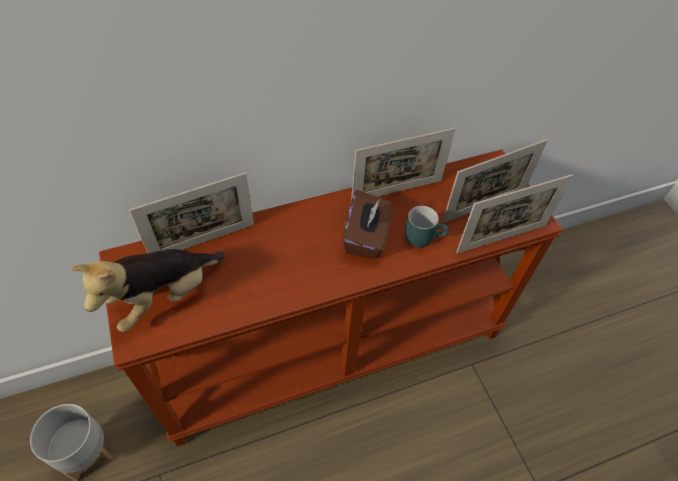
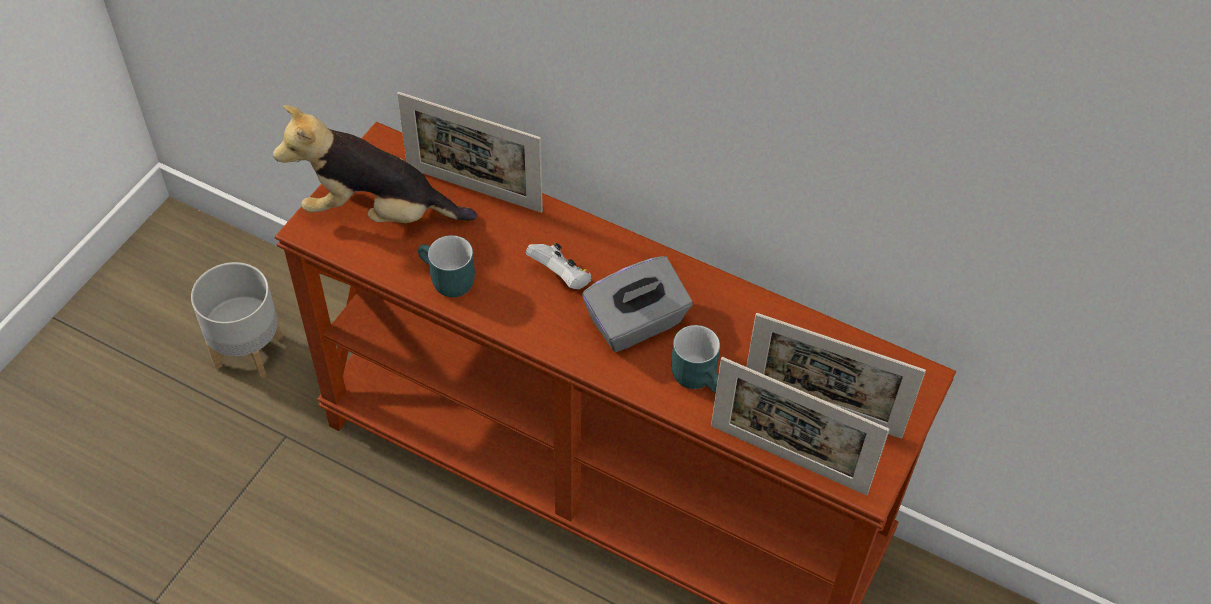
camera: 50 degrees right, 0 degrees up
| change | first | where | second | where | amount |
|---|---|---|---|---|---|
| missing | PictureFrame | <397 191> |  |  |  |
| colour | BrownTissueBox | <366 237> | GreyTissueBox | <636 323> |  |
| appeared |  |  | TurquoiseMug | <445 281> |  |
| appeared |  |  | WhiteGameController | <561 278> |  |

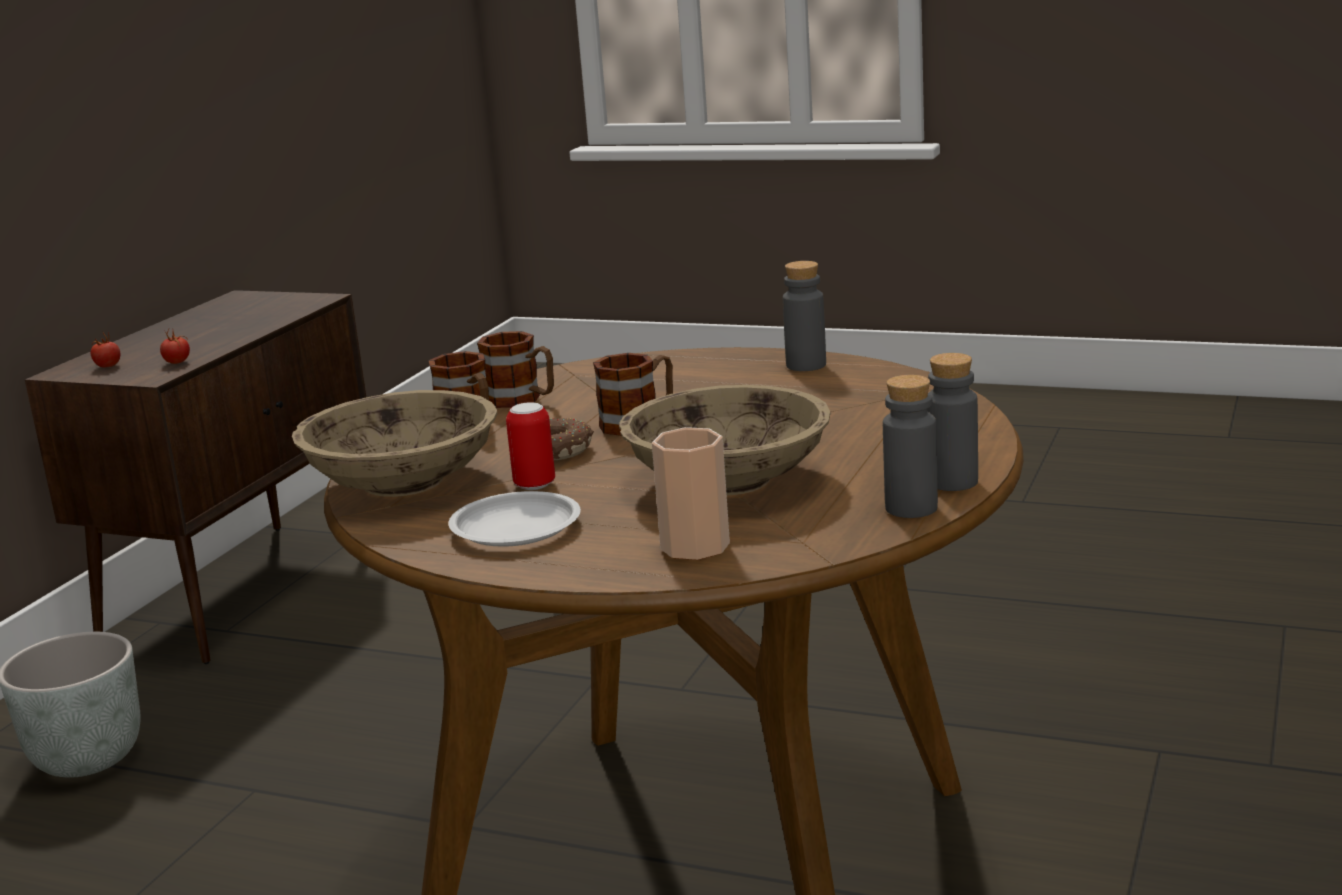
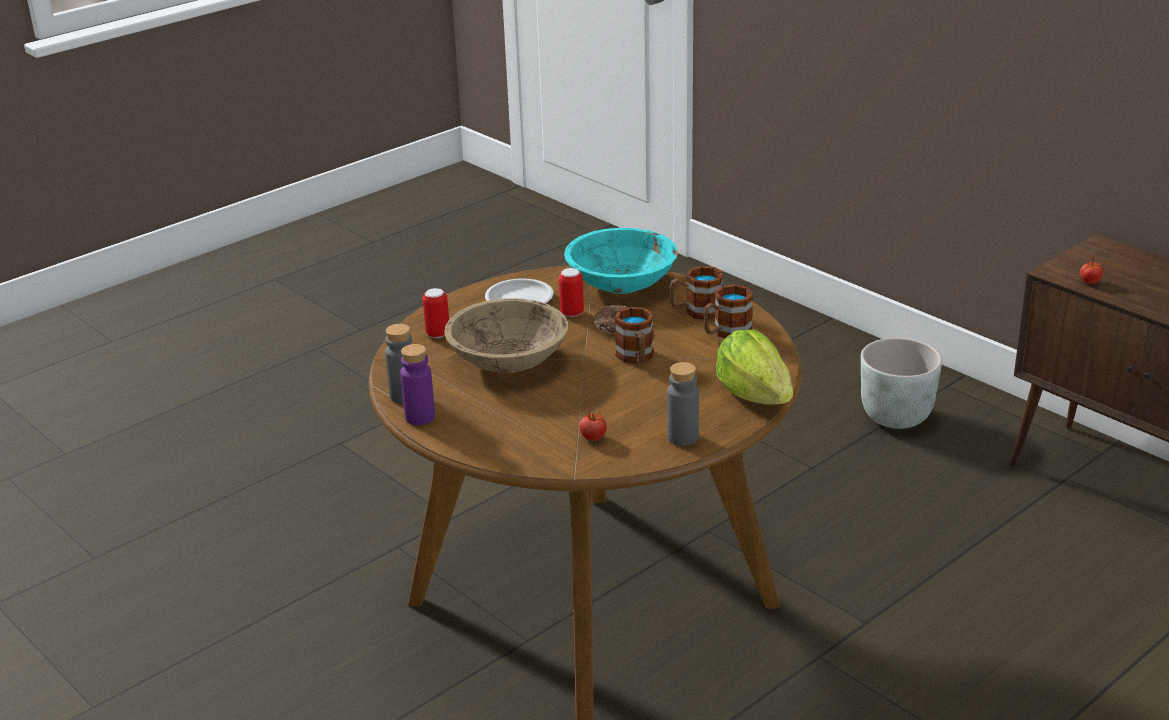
camera: 115 degrees right, 10 degrees up
| change | first | where | second | where | amount |
|---|---|---|---|---|---|
| relocated | Tomato | <108 366> |  | <593 438> |  |
| colour | GreyBottle | <952 482> | PurpleBottle | <420 417> |  |
| colour | BeigeBowl | <403 481> | TurquoiseBowl | <622 283> |  |
| exchanged | Cup | <695 546> | Can | <438 334> |  |
| appeared |  |  | Lettuce | <755 395> |  |

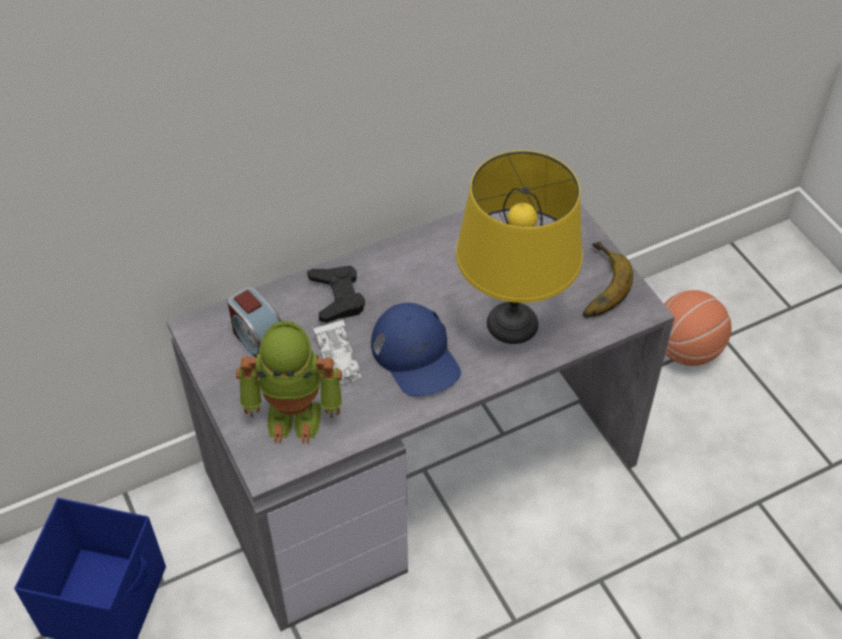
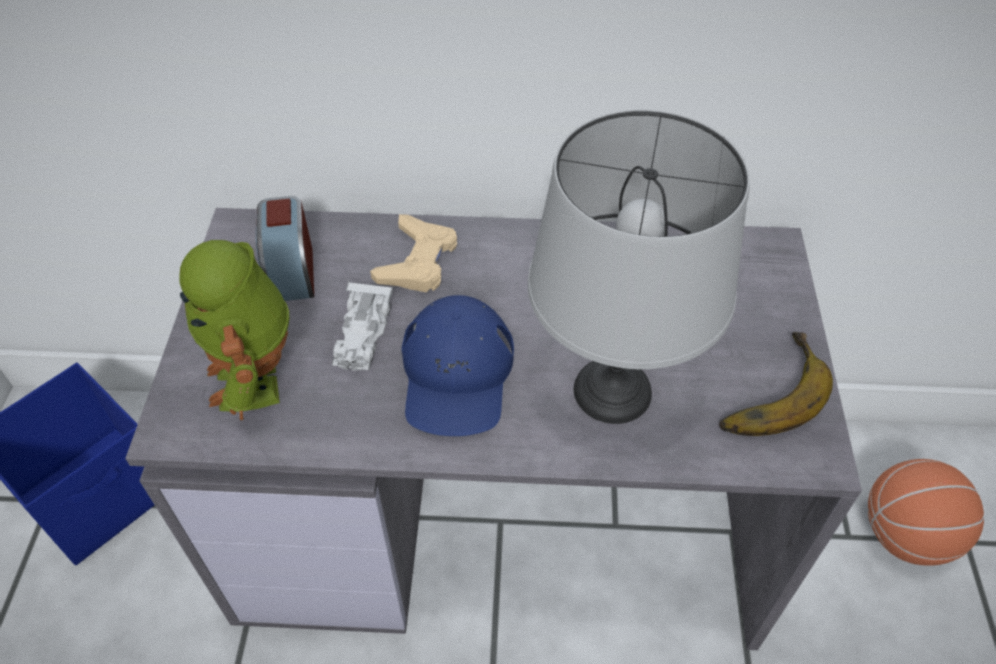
camera: 30 degrees right, 0 degrees up
| change | first | where | second | where | amount |
|---|---|---|---|---|---|
| colour | YellowTableLamp | <513 323> | GreyTableLamp | <614 391> |  |
| colour | BlackGameController | <337 297> | BeigeGameController | <418 261> |  |
| spun | ToyRobot | <295 414> |  | <257 379> | 45 degrees clockwise |

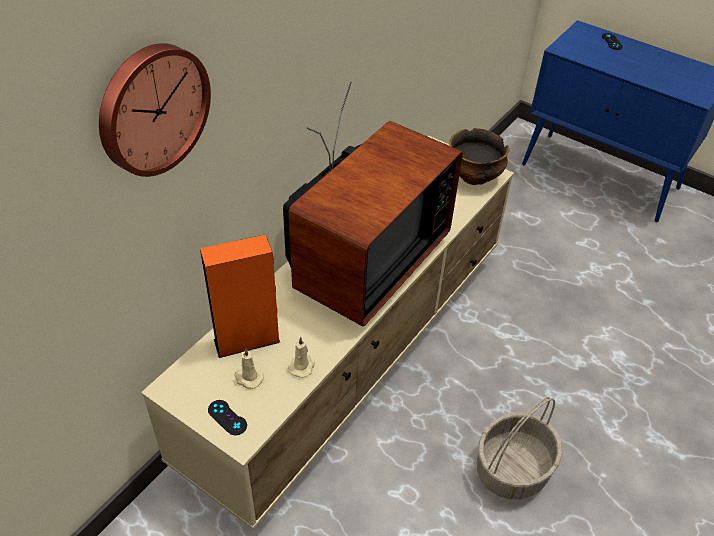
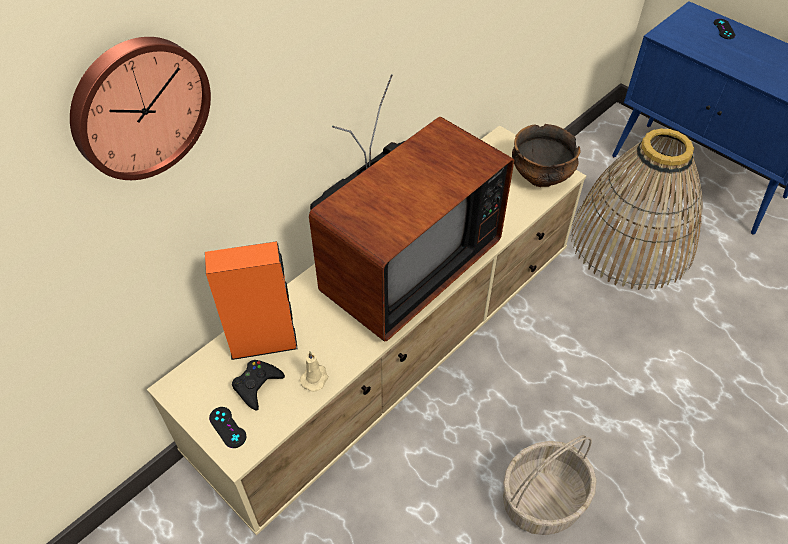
camera: 10 degrees right, 5 degrees up
| change | first | where | second | where | amount |
|---|---|---|---|---|---|
| exchanged | BeigeCandle | <248 378> | BlackGameController | <257 385> |  |
| appeared |  |  | Basket | <631 241> |  |

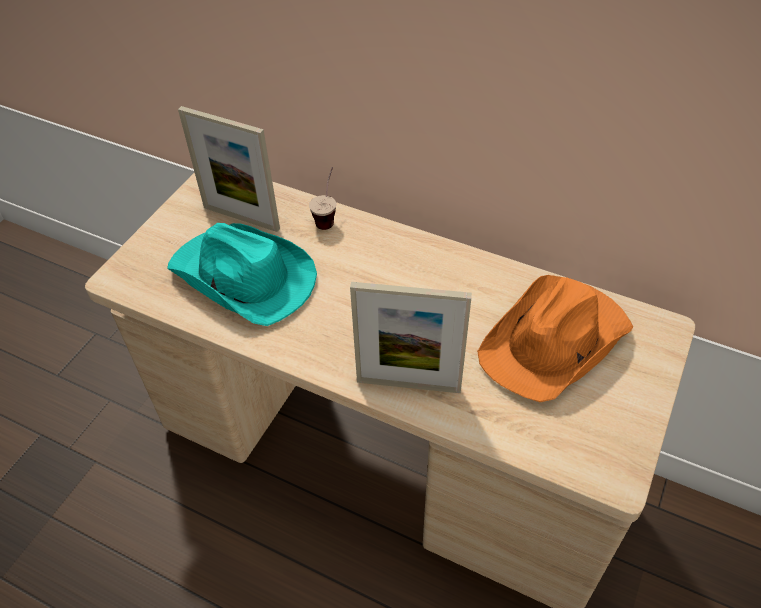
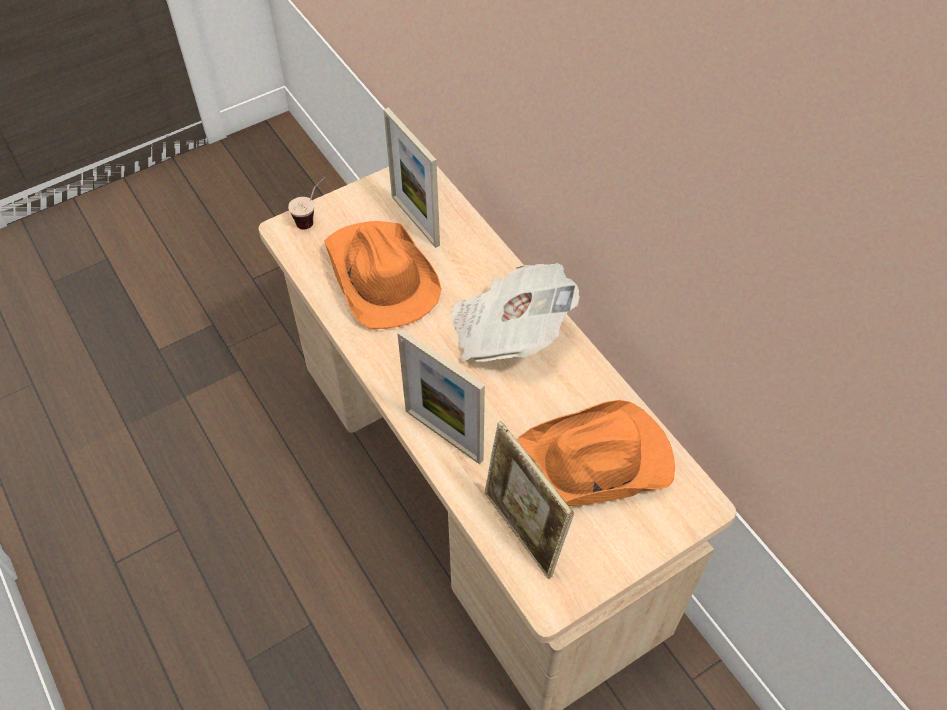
camera: 30 degrees right, 5 degrees up
| change | first | where | second | where | amount |
|---|---|---|---|---|---|
| relocated | Cup | <328 216> |  | <313 218> |  |
| colour | TurquoiseHat | <243 278> | OrangeHat | <380 277> |  |
| appeared |  |  | Newspaper | <508 332> |  |
| appeared |  |  | PictureFrame | <522 532> |  |

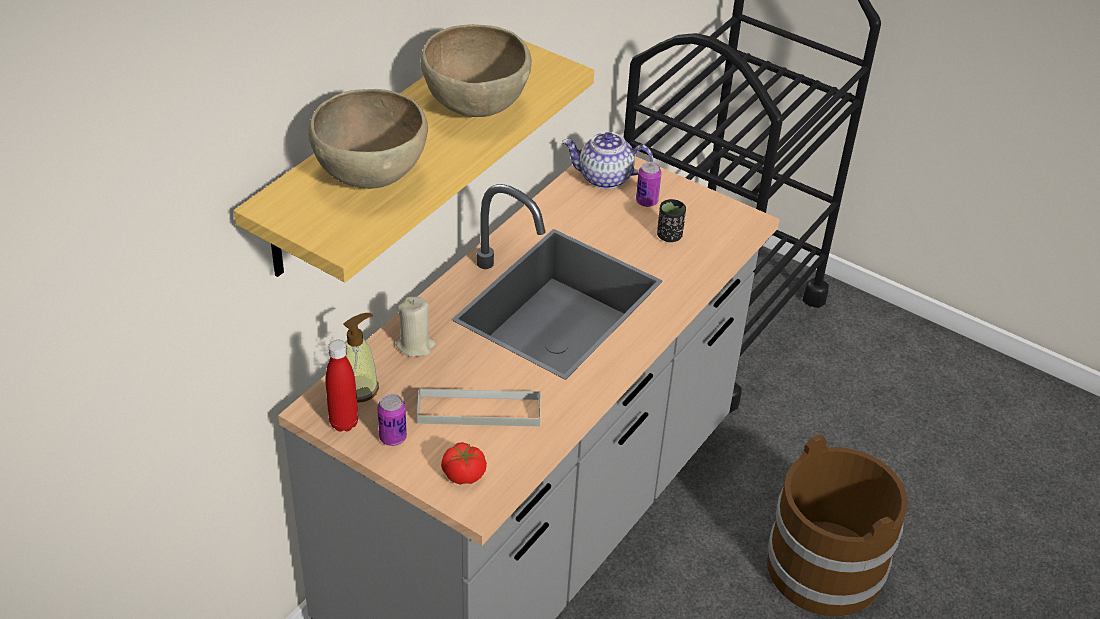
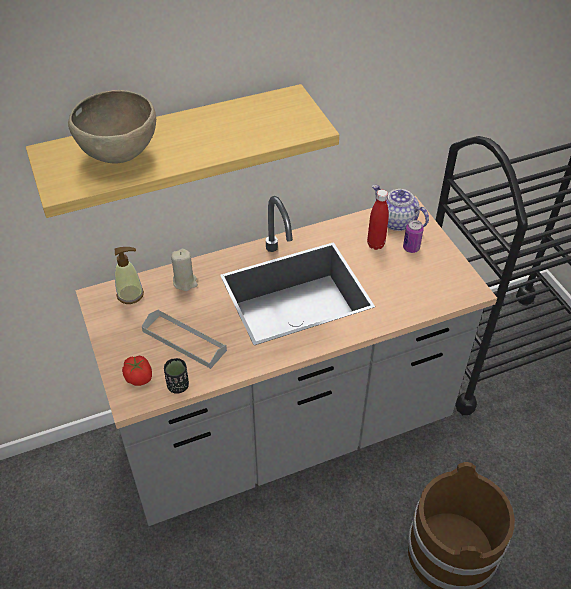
camera: 35 degrees right, 5 degrees up
| change | first | where | second | where | amount |
|---|---|---|---|---|---|
| missing | BrownBowl | <475 109> |  |  |  |
| relocated | BlackCup | <669 236> |  | <178 386> |  |
| relocated | RedBottle | <344 423> |  | <375 244> |  |
| missing | Can | <393 437> |  |  |  |

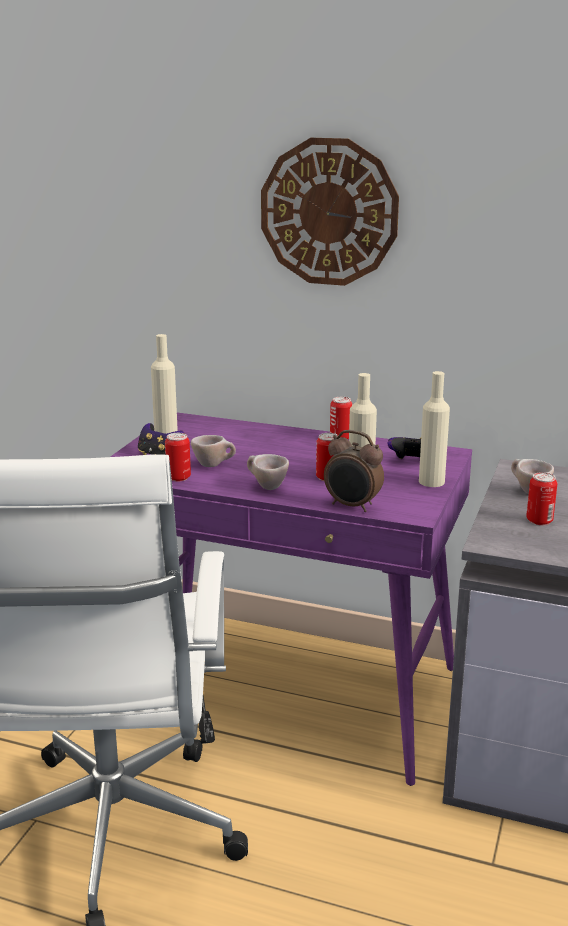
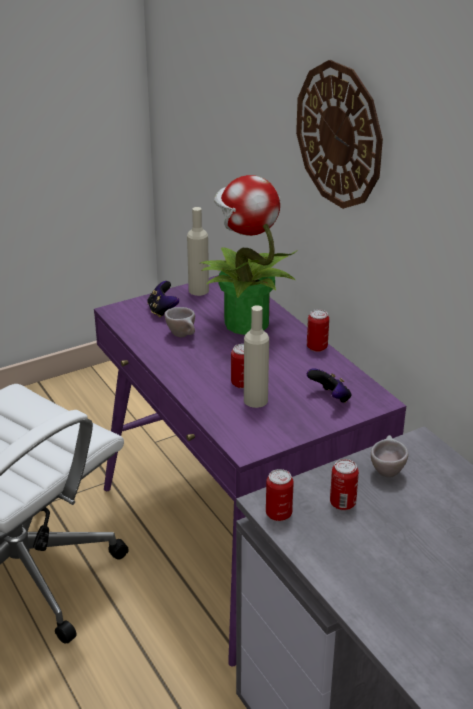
camera: 40 degrees right, 10 degrees up
| change | first | where | second | where | amount |
|---|---|---|---|---|---|
| missing | BeigeBottle | <431 481> |  |  |  |
| missing | AlarmClock | <352 506> |  |  |  |
| relocated | Can | <178 477> |  | <278 514> |  |
| missing | BeigeCup | <265 486> |  |  |  |
| appeared |  |  | PottedPlant | <245 322> |  |

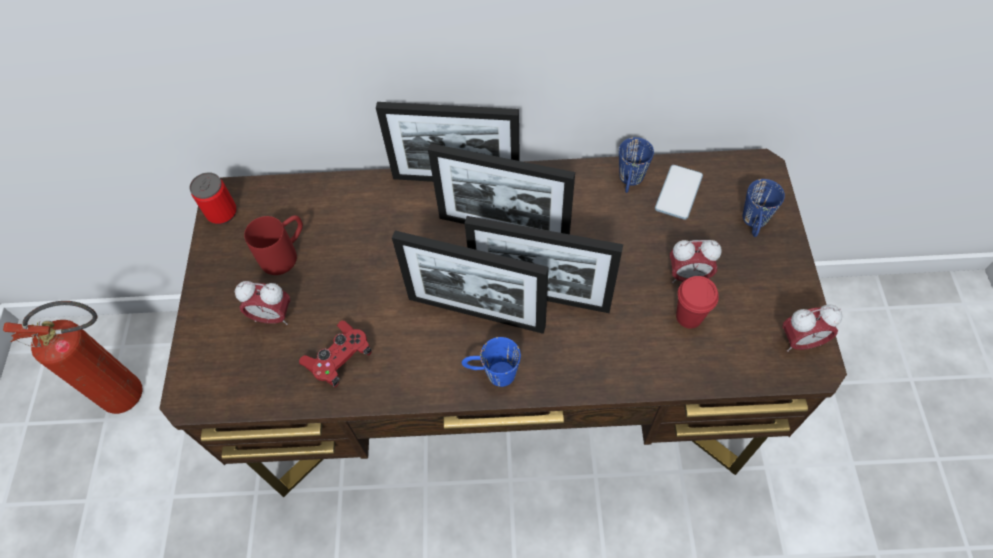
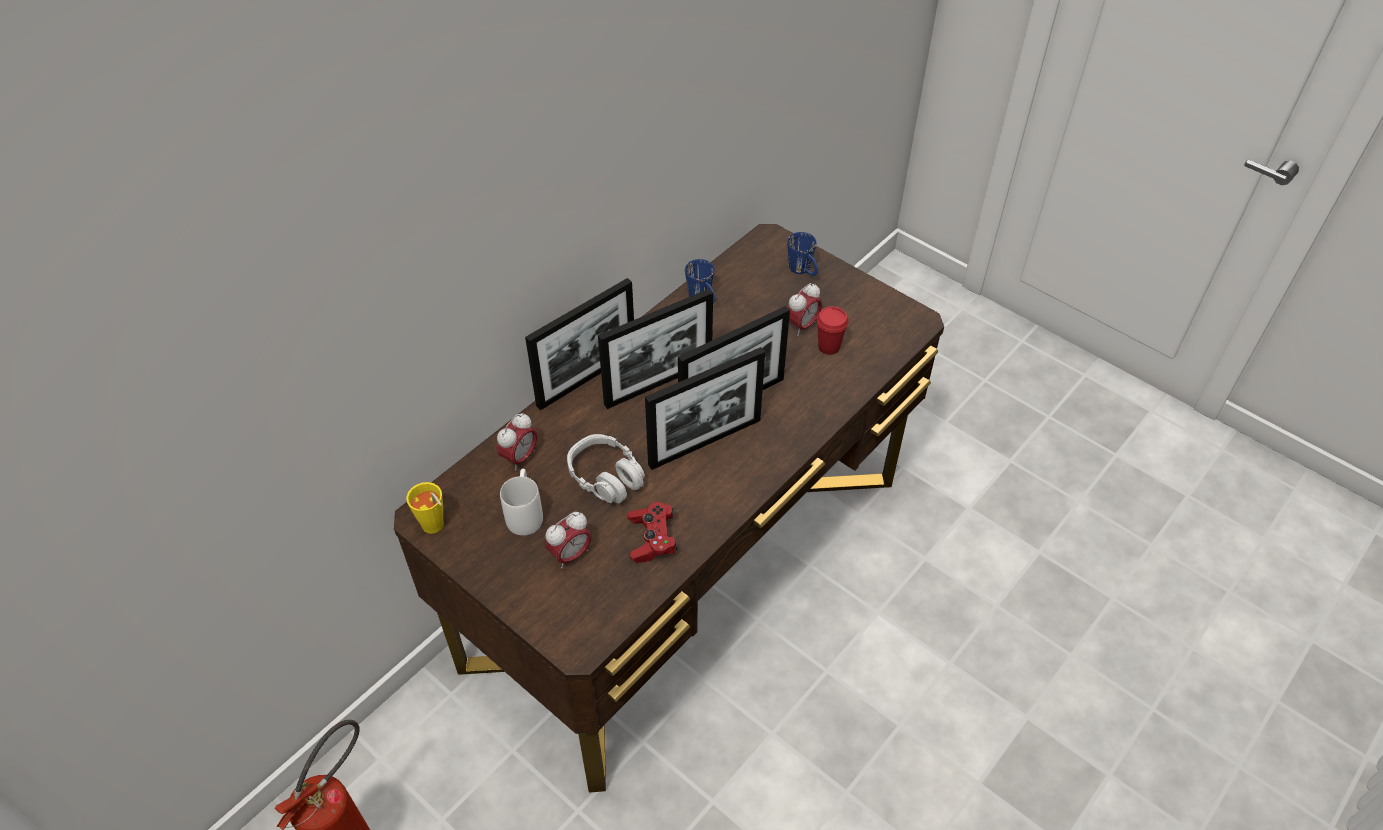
camera: 50 degrees left, 10 degrees down
| change | first | where | second | where | amount |
|---|---|---|---|---|---|
| missing | Phone | <678 193> |  |  |  |
| exchanged | Can | <222 213> | YellowCup | <435 528> |  |
| colour | RedMug | <286 254> | WhiteMug | <525 513> |  |
| relocated | AlarmClock | <800 341> |  | <519 458> |  |
| missing | BlueMug | <492 374> |  |  |  |
| appeared |  |  | GreyHeadphones | <606 477> |  |

